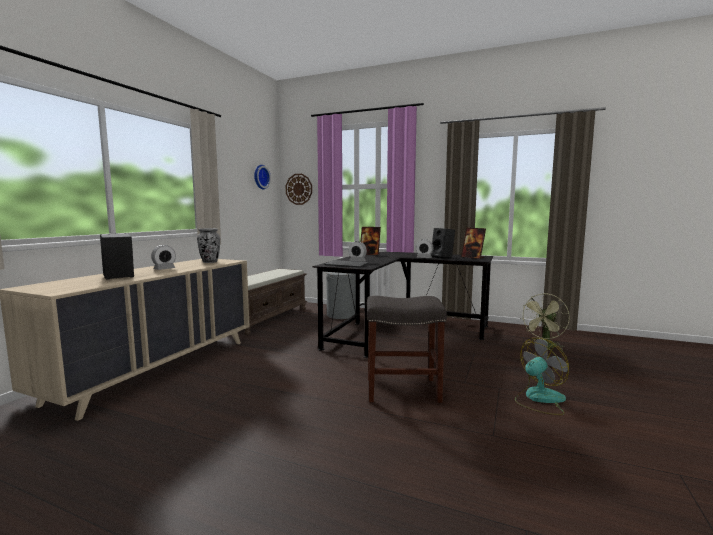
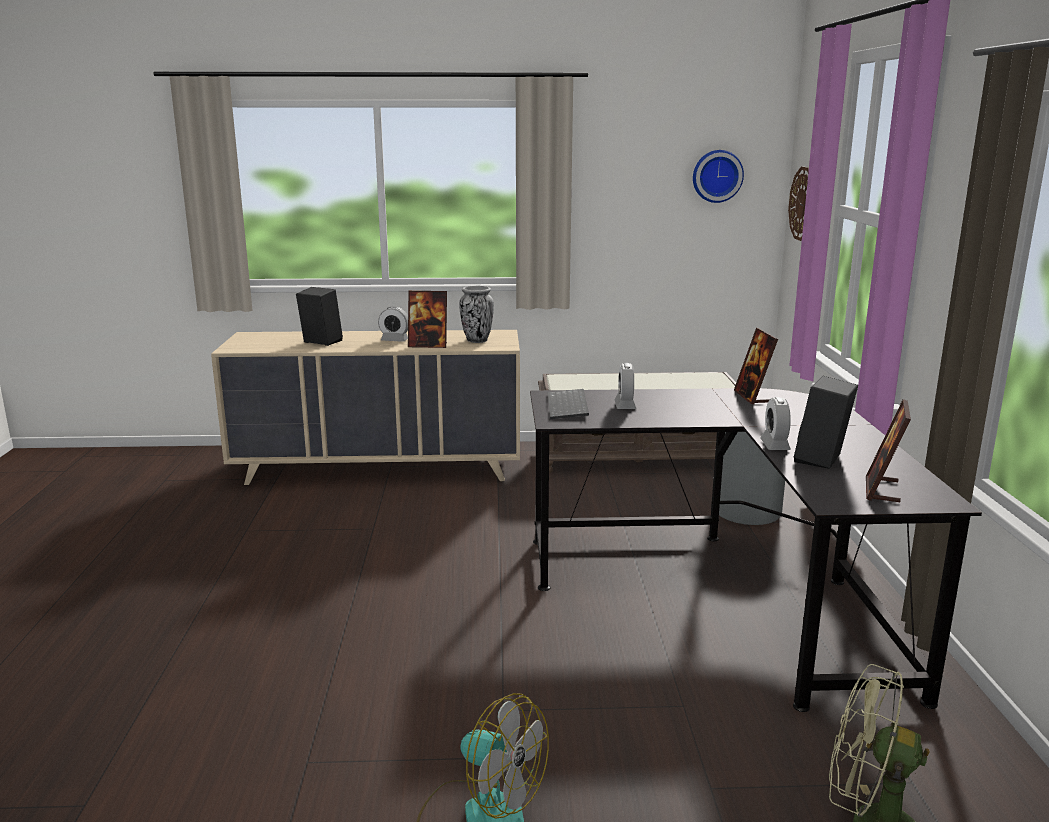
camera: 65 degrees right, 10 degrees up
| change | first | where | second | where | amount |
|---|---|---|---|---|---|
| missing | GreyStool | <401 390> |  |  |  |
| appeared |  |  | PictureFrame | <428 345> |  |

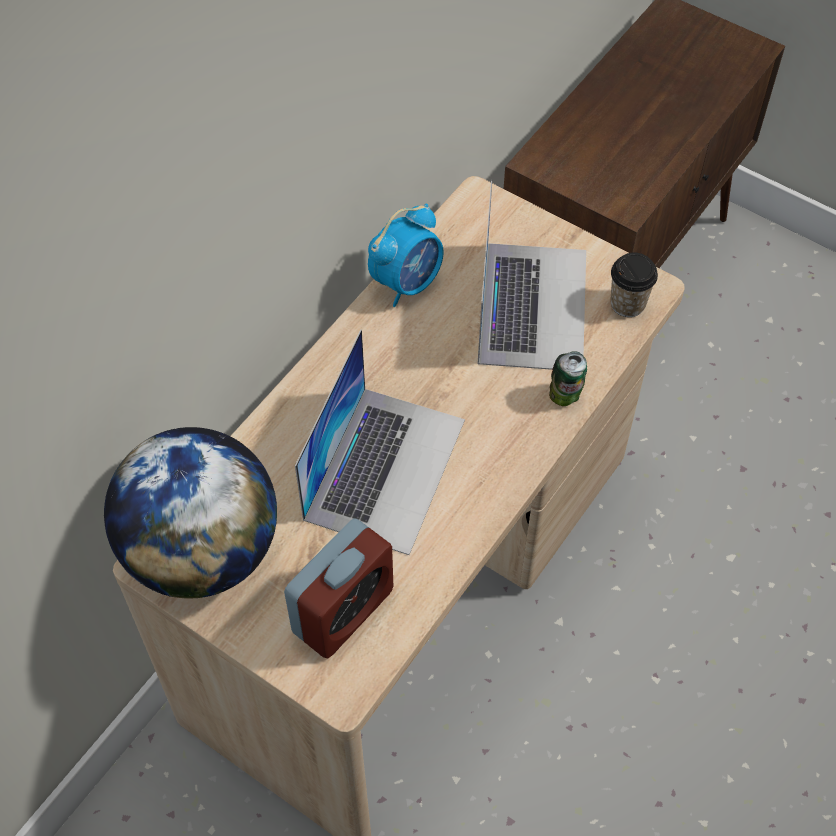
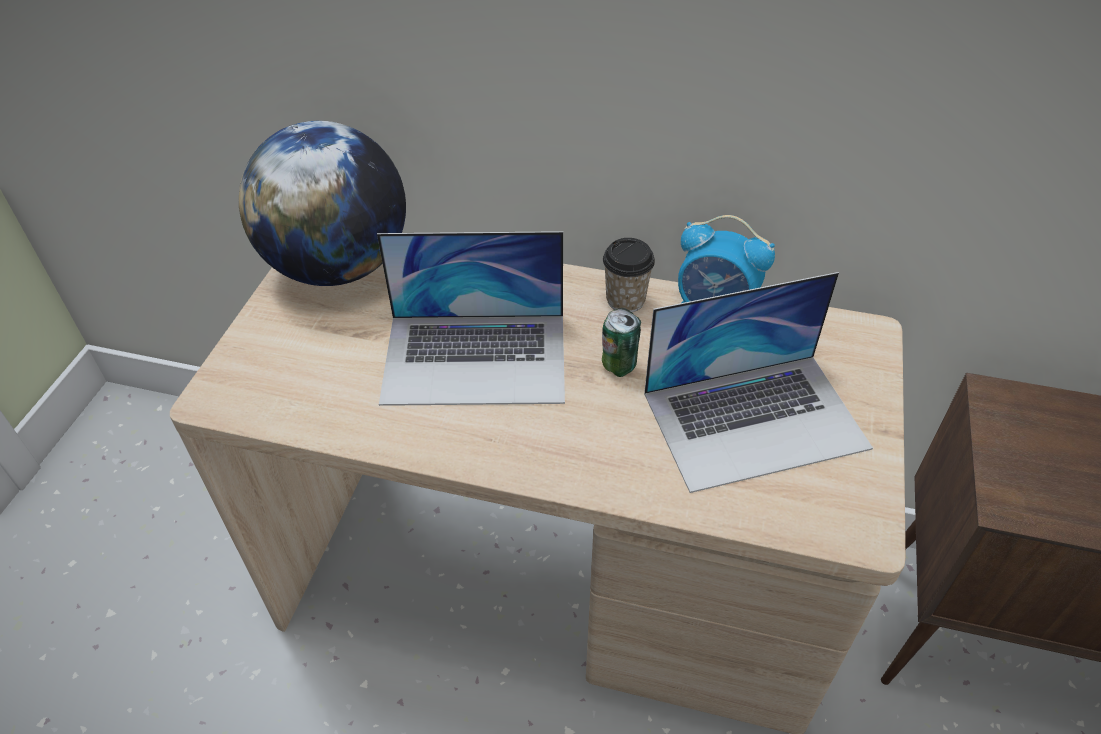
camera: 70 degrees right, 10 degrees down
| change | first | where | second | where | amount |
|---|---|---|---|---|---|
| relocated | Cup | <627 304> |  | <625 300> |  |
| relocated | Can | <565 396> |  | <618 366> |  |
| missing | AlarmClock | <343 611> |  |  |  |

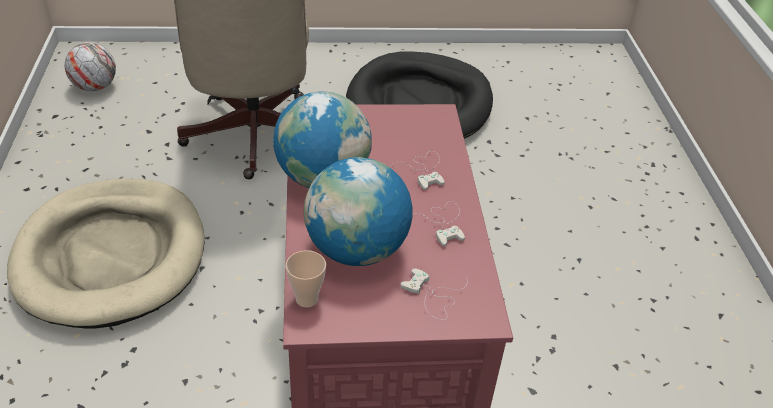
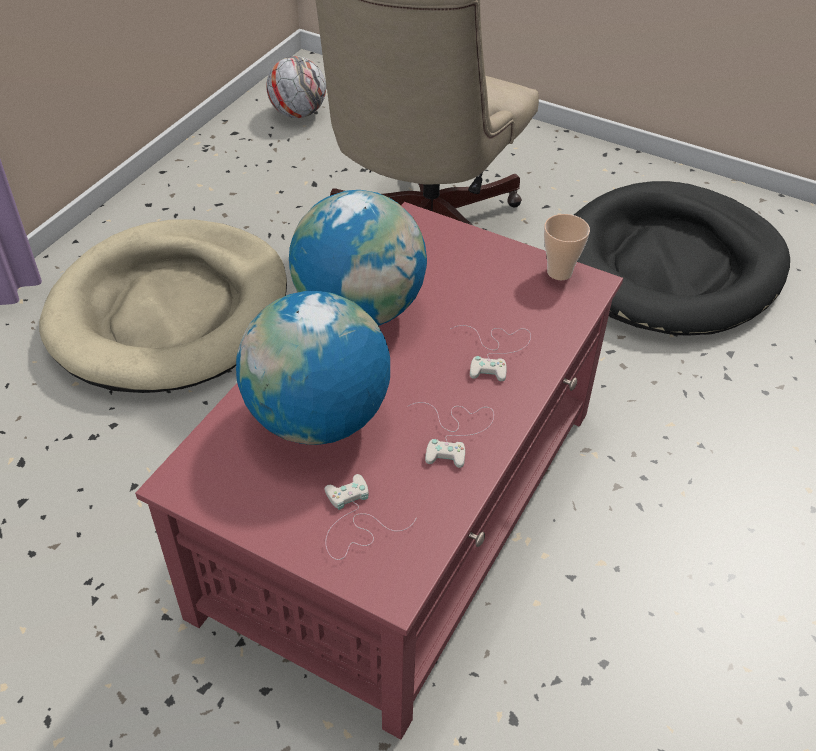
camera: 35 degrees right, 5 degrees up
| change | first | where | second | where | amount |
|---|---|---|---|---|---|
| relocated | Cup | <306 299> |  | <559 272> |  |

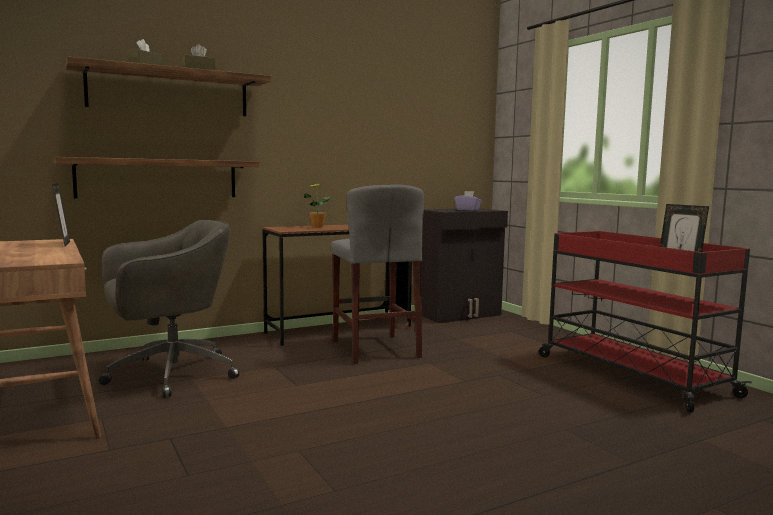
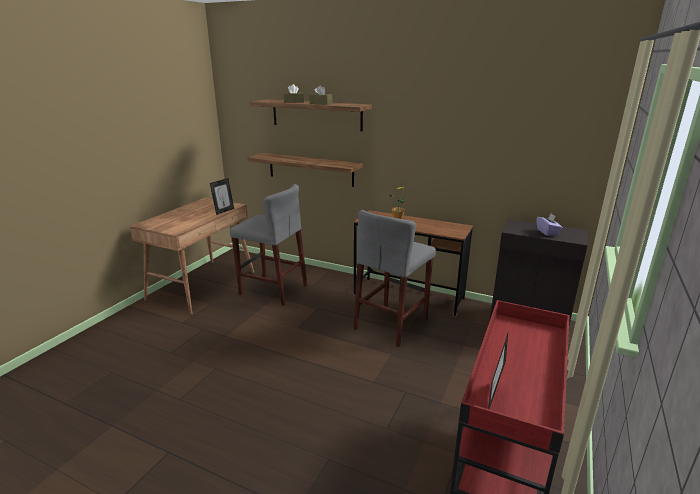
camera: 55 degrees right, 15 degrees up
| change | first | where | second | where | amount |
|---|---|---|---|---|---|
| exchanged | GreyOfficeChair | <168 375> | GreyStool | <273 289> |  |

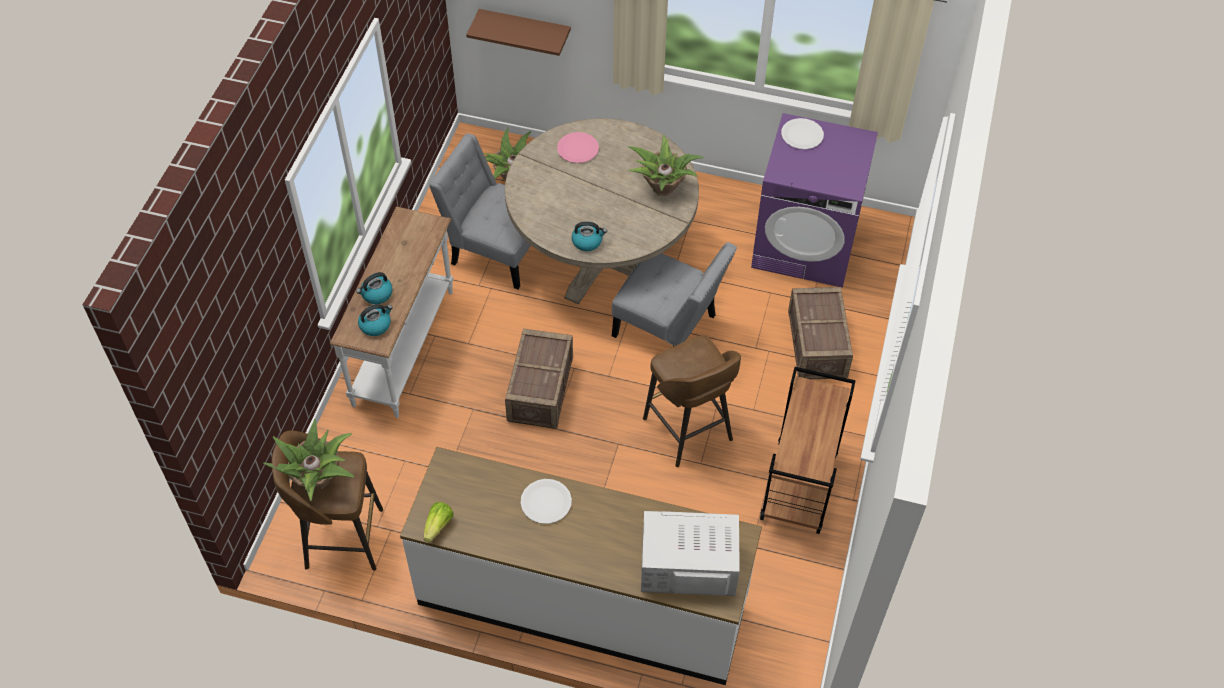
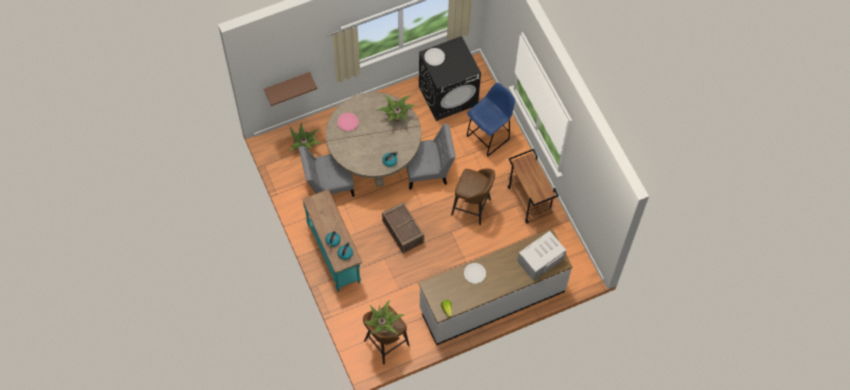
camera: 40 degrees left, 10 degrees up
| change | first | where | second | where | amount |
|---|---|---|---|---|---|
| colour | PurpleWashingMachine | <805 245> | BlackWashingMachine | <448 95> |  |
| colour | WhiteConsoleTable | <405 348> | TurquoiseConsoleTable | <334 253> |  |
| exchanged | Crate | <817 345> | BlueStool | <489 137> |  |

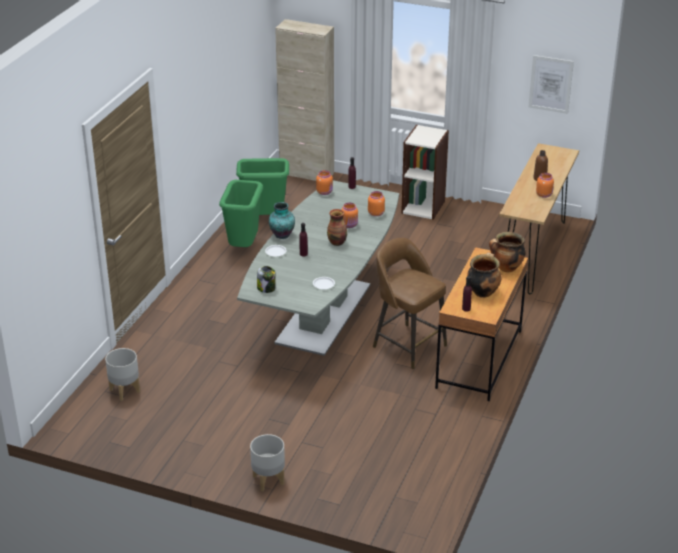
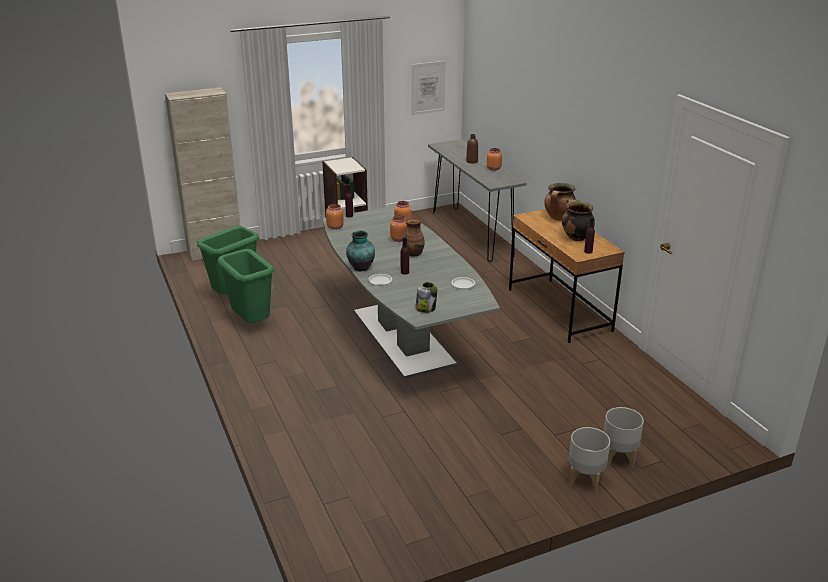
camera: 45 degrees left, 5 degrees down
| change | first | where | second | where | amount |
|---|---|---|---|---|---|
| colour | BrownConsoleTable | <533 254> | GreyConsoleTable | <471 233> |  |
| missing | BrownStool | <408 345> |  |  |  |
| relocated | GreyPlanter | <124 391> |  | <618 458> |  |

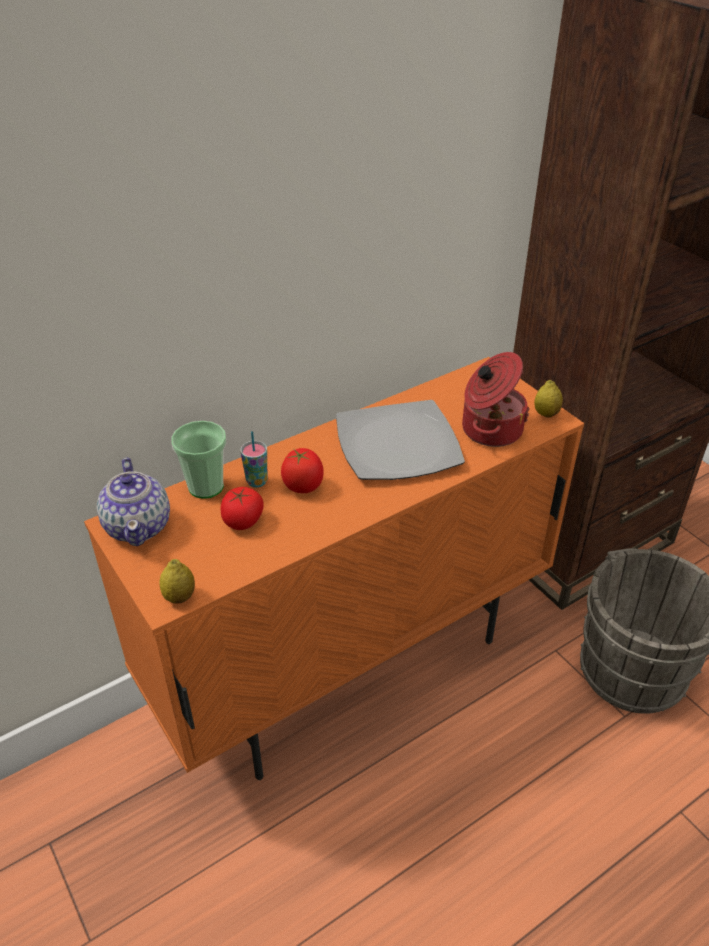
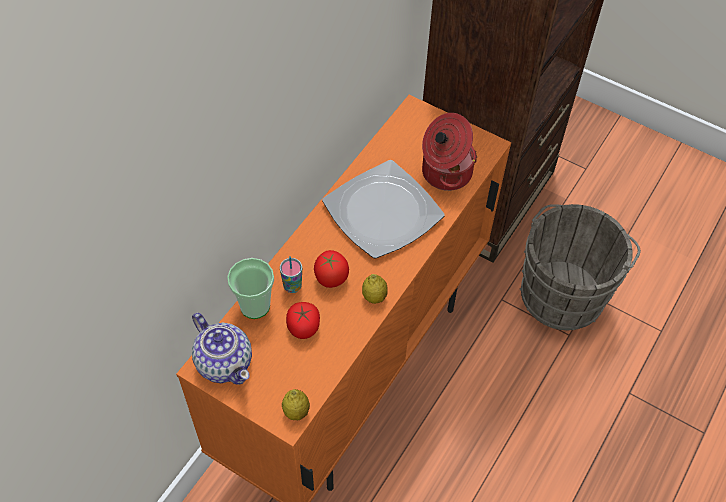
camera: 25 degrees left, 15 degrees up
| change | first | where | second | where | amount |
|---|---|---|---|---|---|
| relocated | Lemon | <546 414> |  | <374 297> |  |

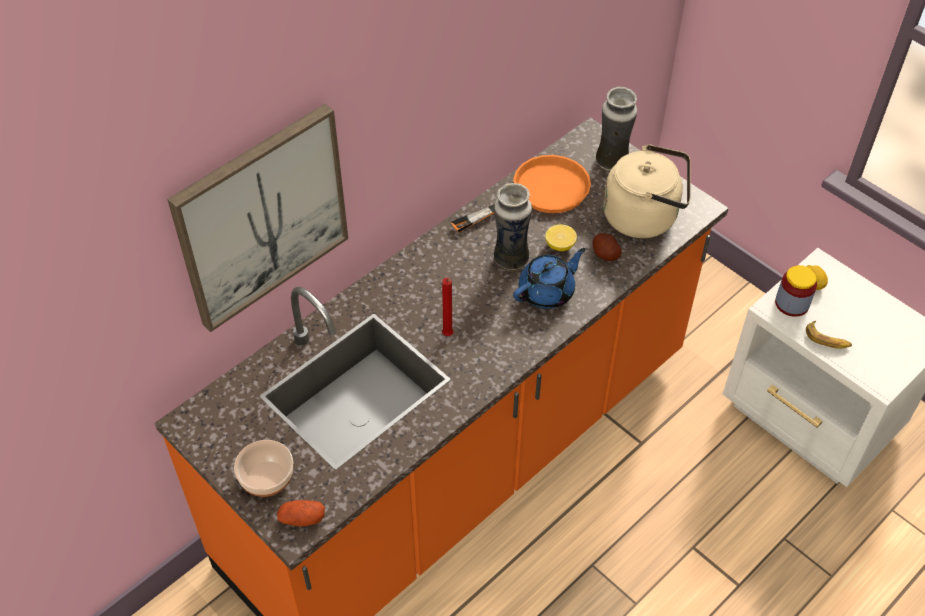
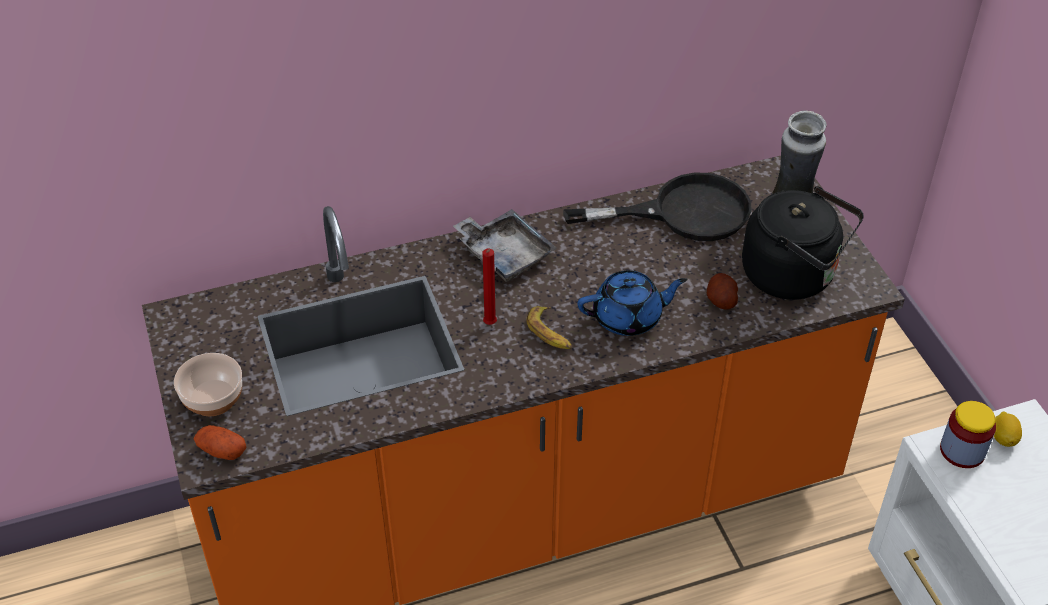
camera: 25 degrees right, 5 degrees down
| change | first | where | second | where | amount |
|---|---|---|---|---|---|
| missing | Picture | <262 217> |  |  |  |
| colour | BeigeKettle | <644 217> | BlackKettle | <794 276> |  |
| colour | OrangeFryingPan | <538 193> | BlackFryingPan | <683 212> |  |
| missing | Vase | <510 259> |  |  |  |
| missing | Lemon | <560 245> |  |  |  |
| relocated | Banana | <827 339> |  | <550 333> |  |
| appeared |  |  | GreyTray | <504 254> |  |

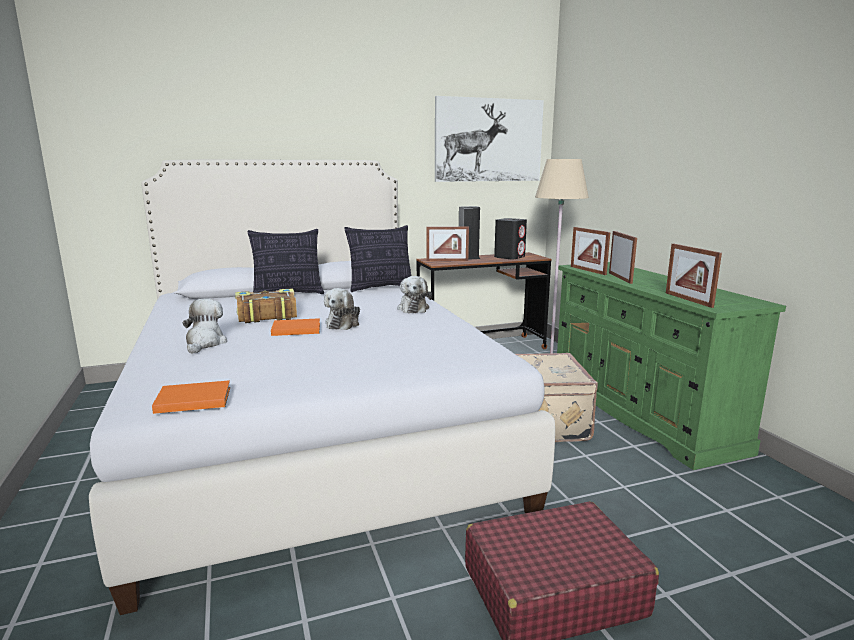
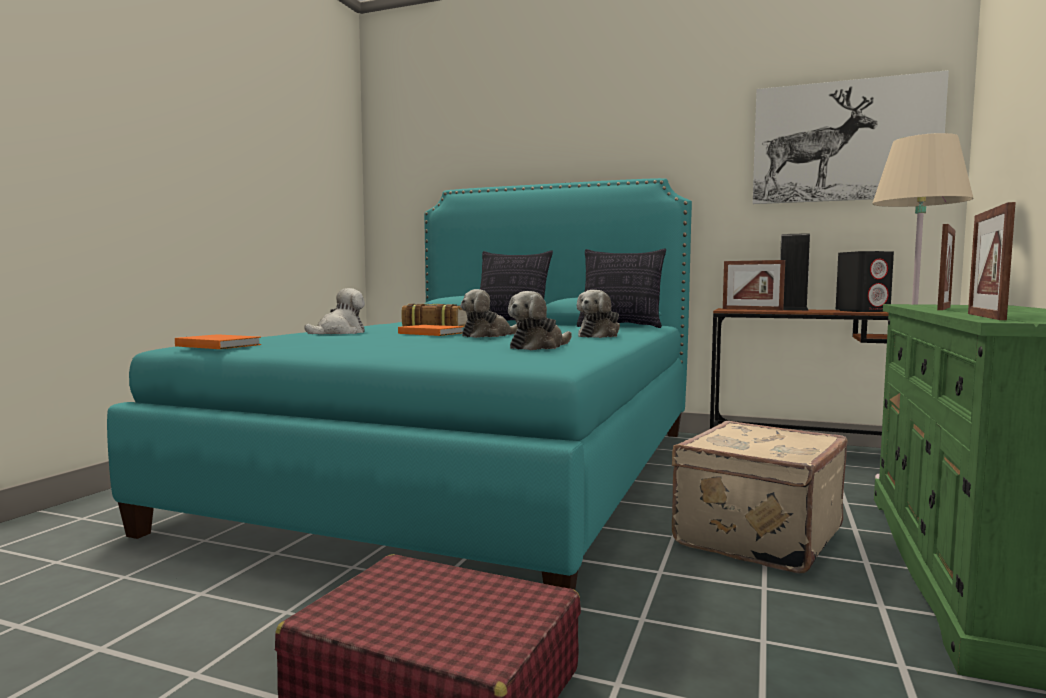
camera: 40 degrees right, 10 degrees down
| change | first | where | second | where | amount |
|---|---|---|---|---|---|
| colour | WhiteBed | <311 429> | TurquoiseBed | <471 472> |  |
| missing | PictureFrame | <587 270> |  |  |  |
| appeared |  |  | PlushToy | <538 347> |  |

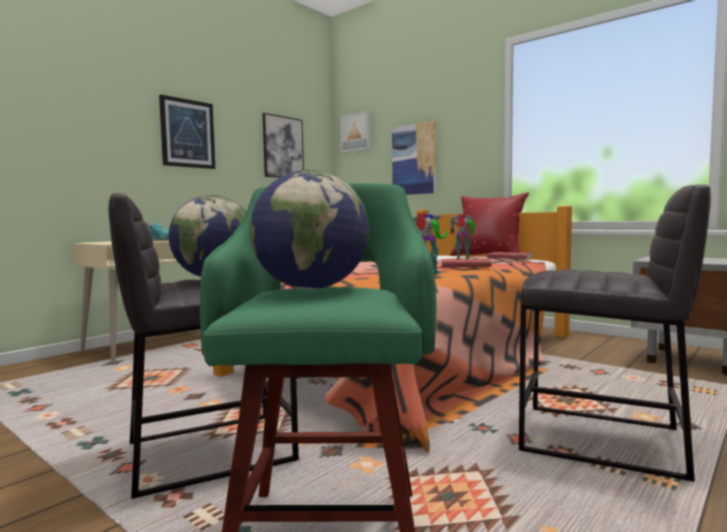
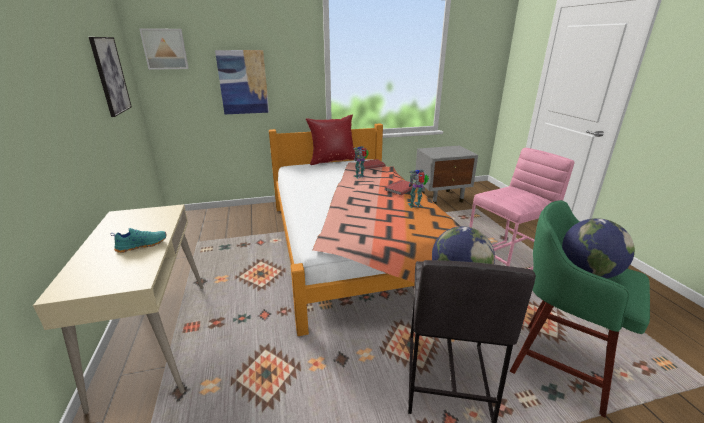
camera: 55 degrees left, 20 degrees up
| change | first | where | second | where | amount |
|---|---|---|---|---|---|
| missing | Picture | <187 133> |  |  |  |
| colour | GreyStool | <602 441> | PinkStool | <505 260> |  |

